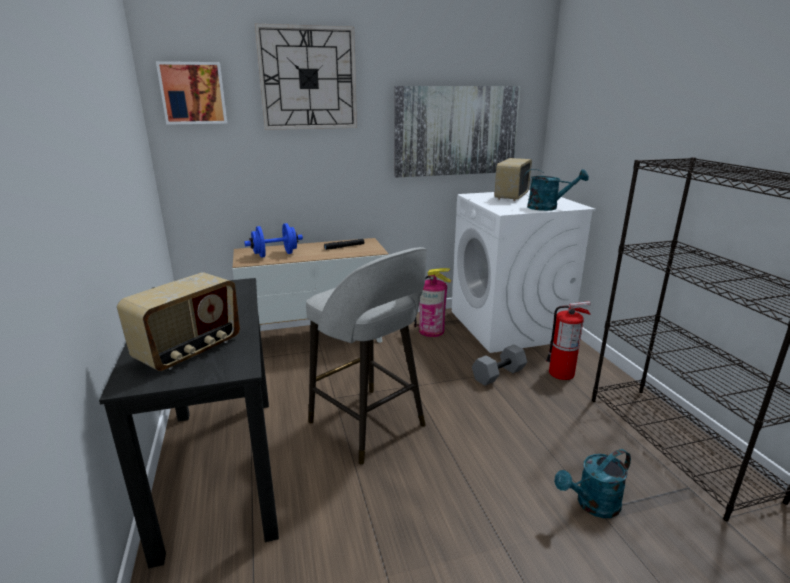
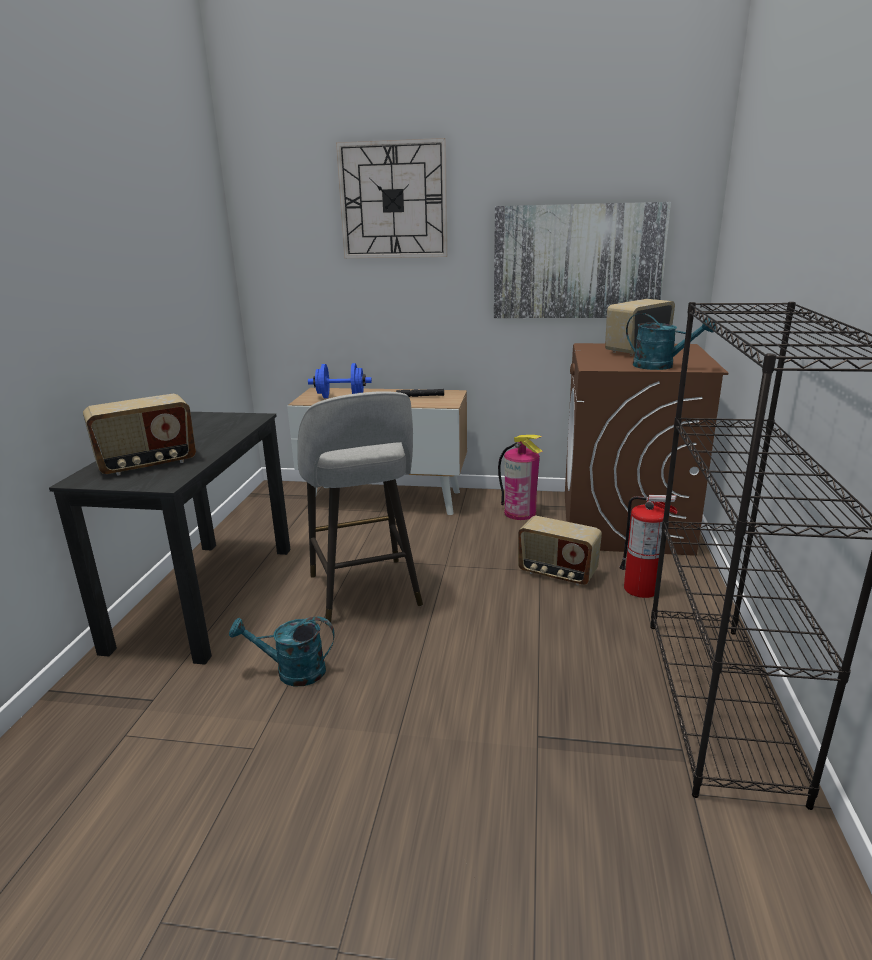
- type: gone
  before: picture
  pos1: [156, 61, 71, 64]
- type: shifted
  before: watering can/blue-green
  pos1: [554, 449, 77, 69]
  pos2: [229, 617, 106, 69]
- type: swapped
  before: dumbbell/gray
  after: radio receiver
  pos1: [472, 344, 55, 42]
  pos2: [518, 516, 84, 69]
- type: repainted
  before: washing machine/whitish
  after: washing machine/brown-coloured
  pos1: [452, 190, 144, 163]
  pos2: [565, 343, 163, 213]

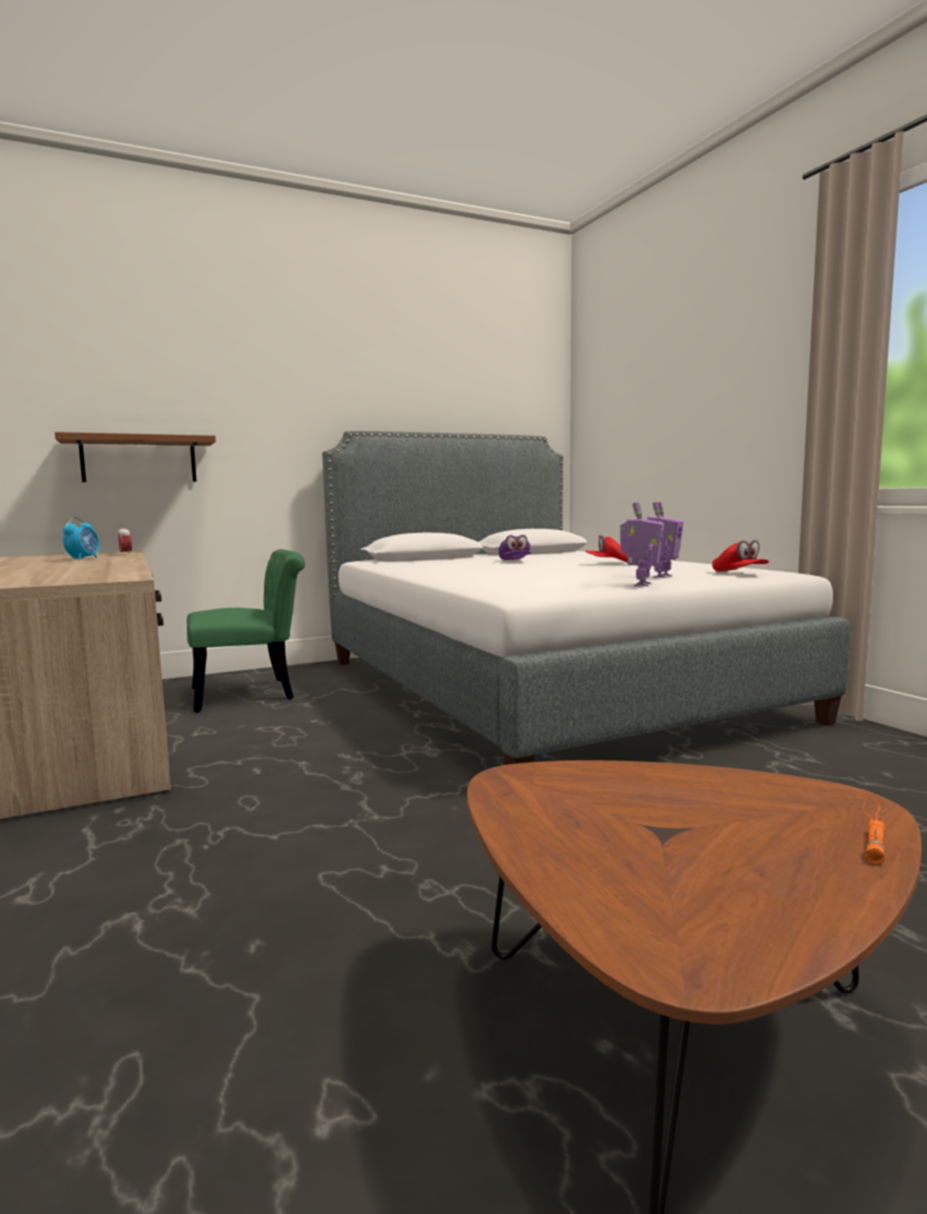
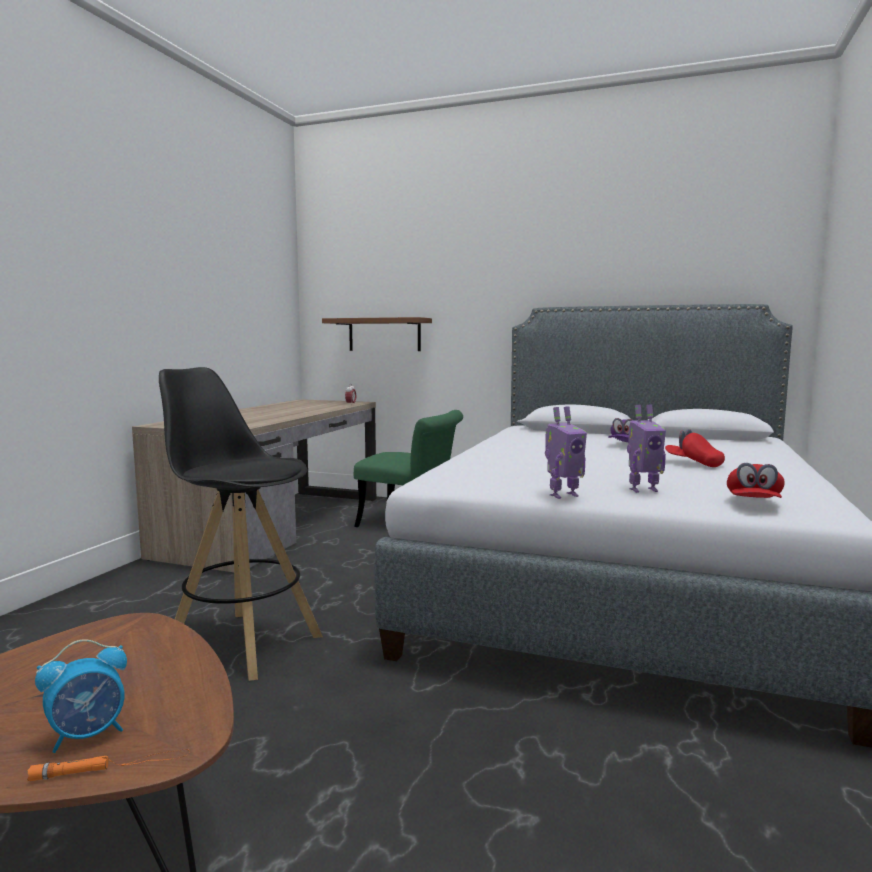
- type: new
  after: stool/blackish
  pos2: [159, 367, 164, 314]
- type: shifted
  before: table clock
  pos1: [63, 517, 36, 43]
  pos2: [35, 639, 92, 114]

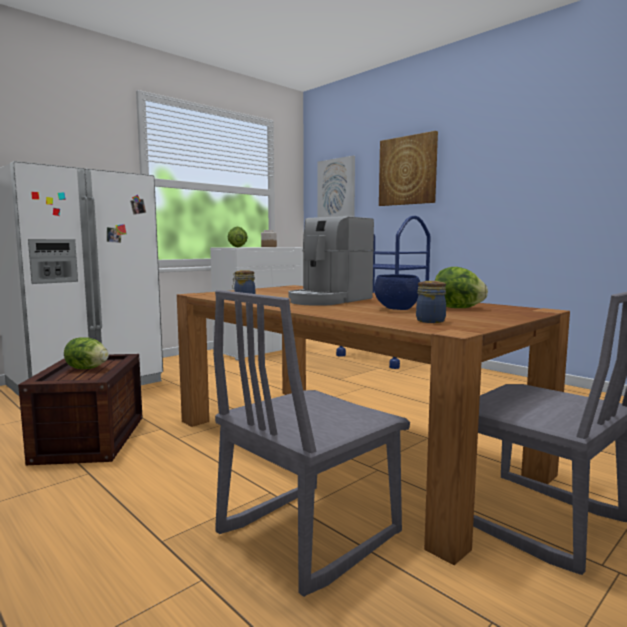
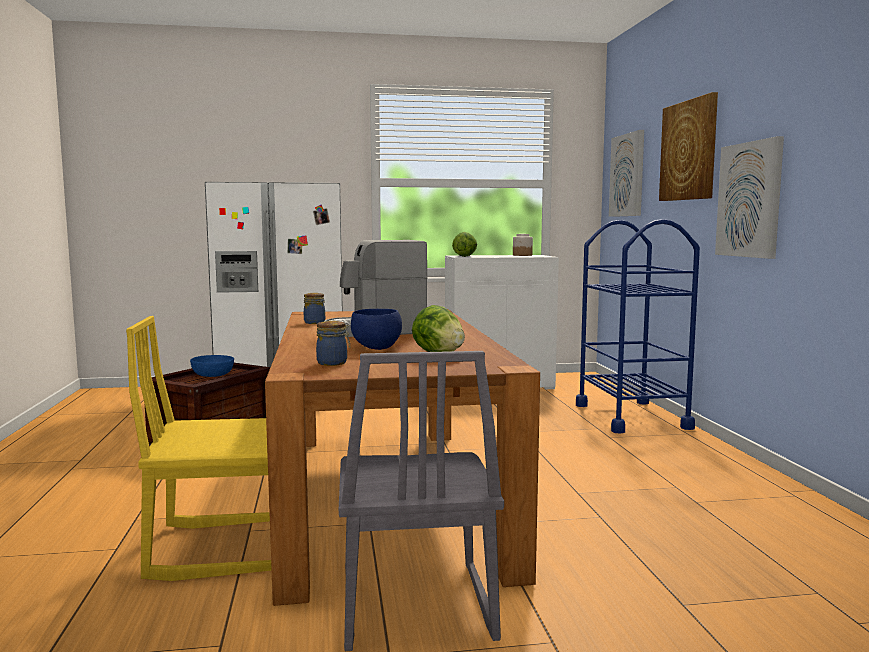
- type: new
  after: picture
  pos2: [715, 136, 69, 123]
- type: swapped
  before: lettuce
  after: deep dish/blue
  pos1: [64, 337, 45, 32]
  pos2: [190, 355, 44, 22]
- type: repainted
  before: chair/gray
  after: chair/yellowish
  pos1: [213, 290, 197, 307]
  pos2: [126, 316, 146, 265]

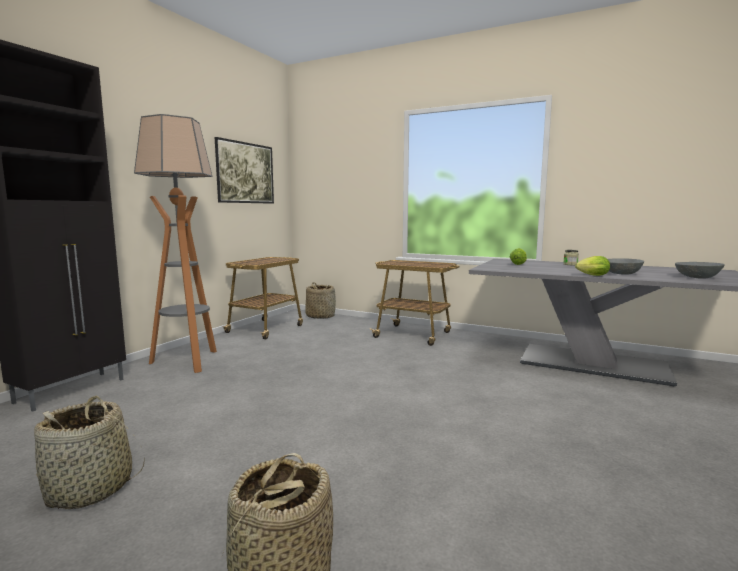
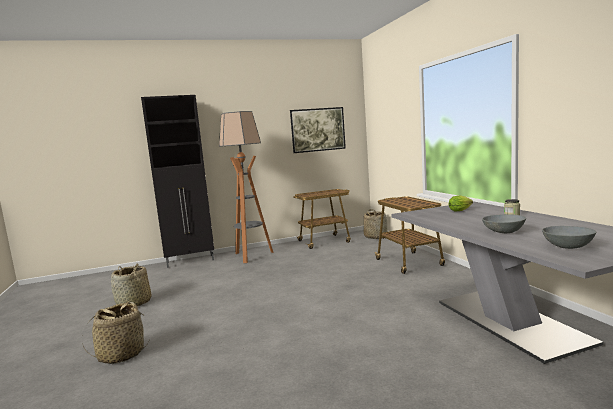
- type: gone
  before: lettuce
  pos1: [575, 256, 35, 20]

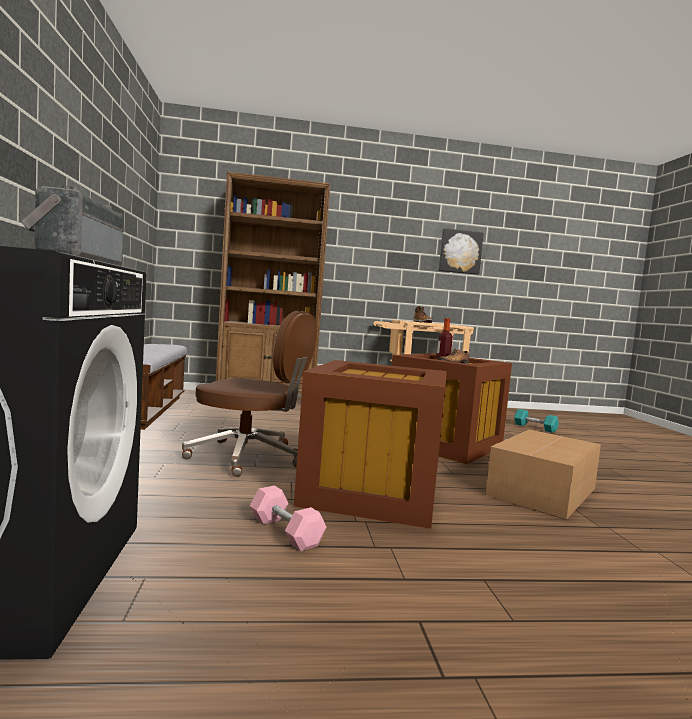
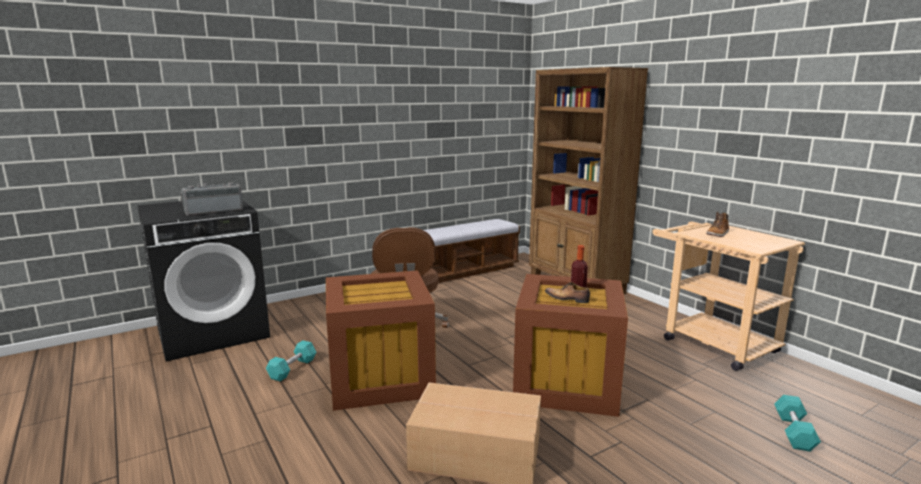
- type: gone
  before: picture
  pos1: [439, 228, 45, 47]
- type: repainted
  before: dumbbell/pink-coloured
  after: dumbbell/blue-green
  pos1: [250, 485, 77, 66]
  pos2: [266, 340, 51, 42]

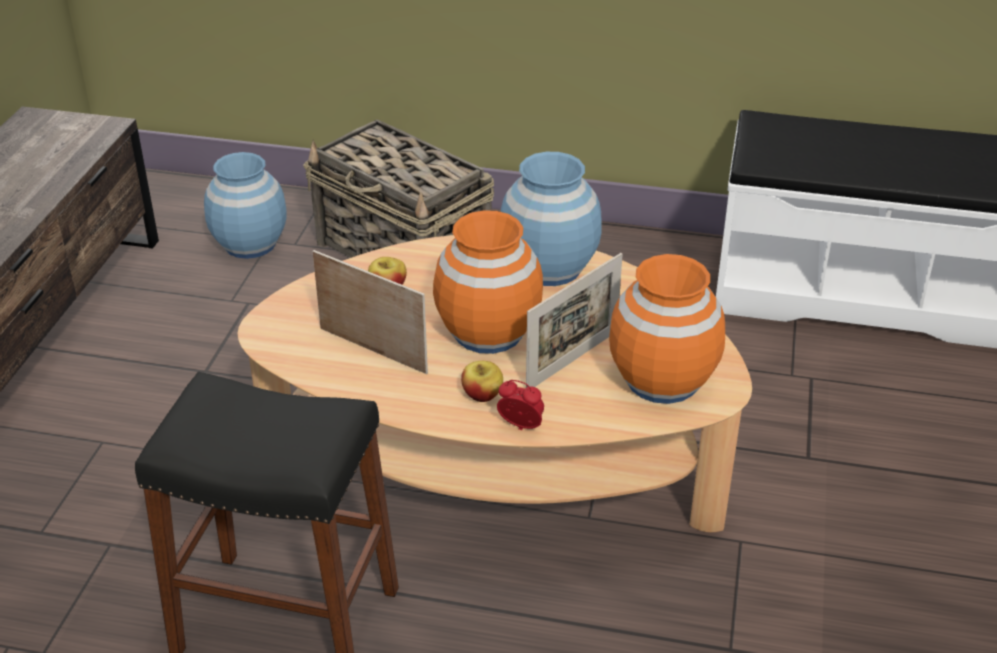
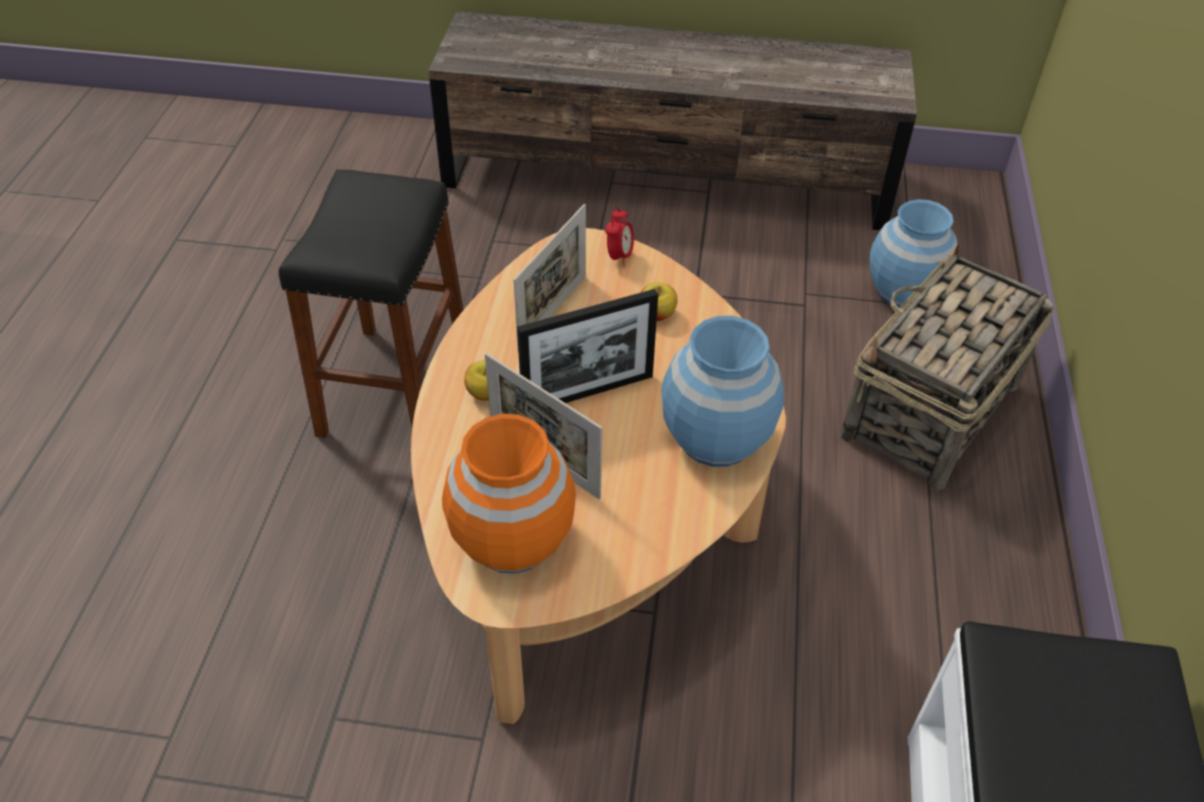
- type: shifted
  before: table clock
  pos1: [497, 380, 47, 50]
  pos2: [605, 207, 29, 60]
- type: swapped
  before: decorative vase/orangey
  after: photo frame
  pos1: [433, 210, 110, 144]
  pos2: [517, 289, 141, 114]

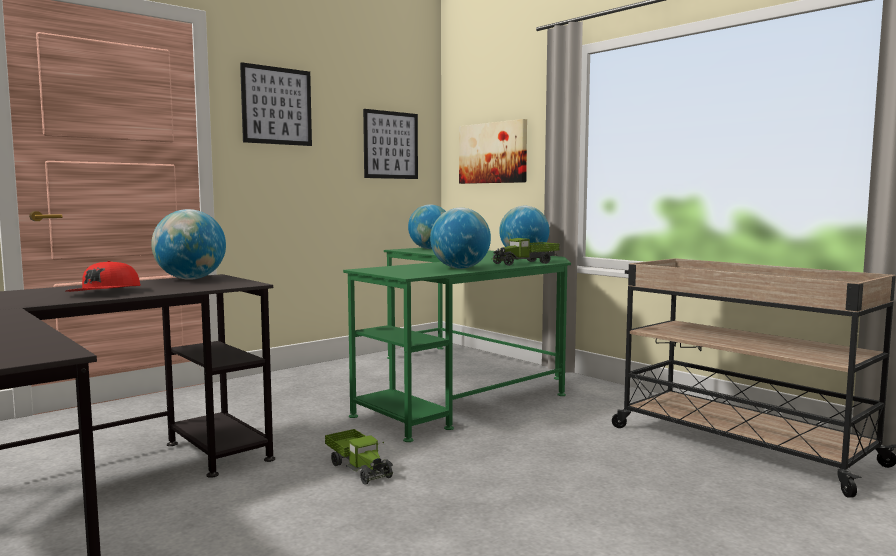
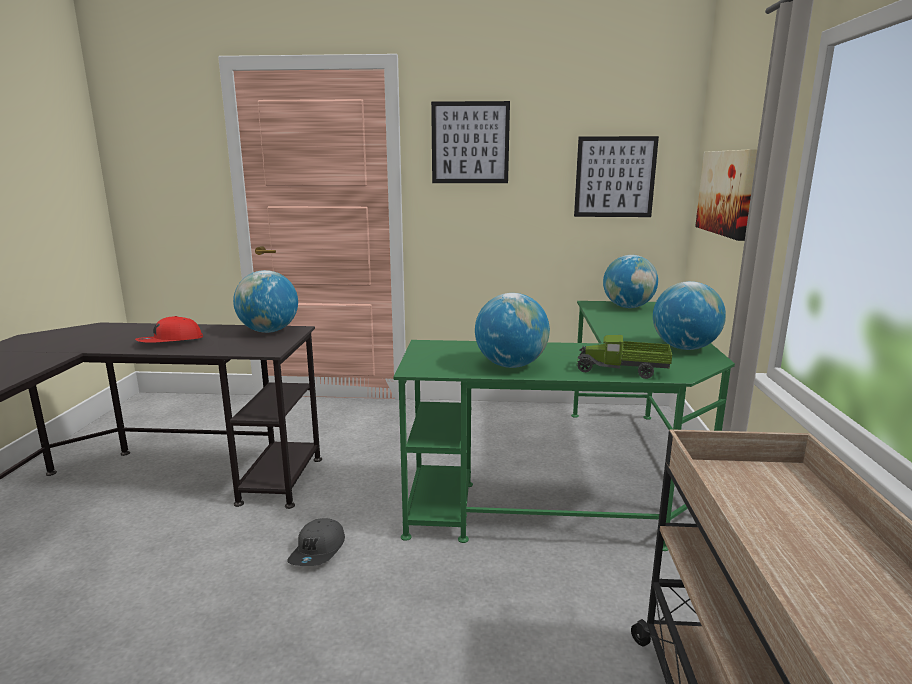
- type: swapped
  before: model truck
  after: baseball cap/gray
  pos1: [325, 429, 68, 56]
  pos2: [287, 518, 58, 48]

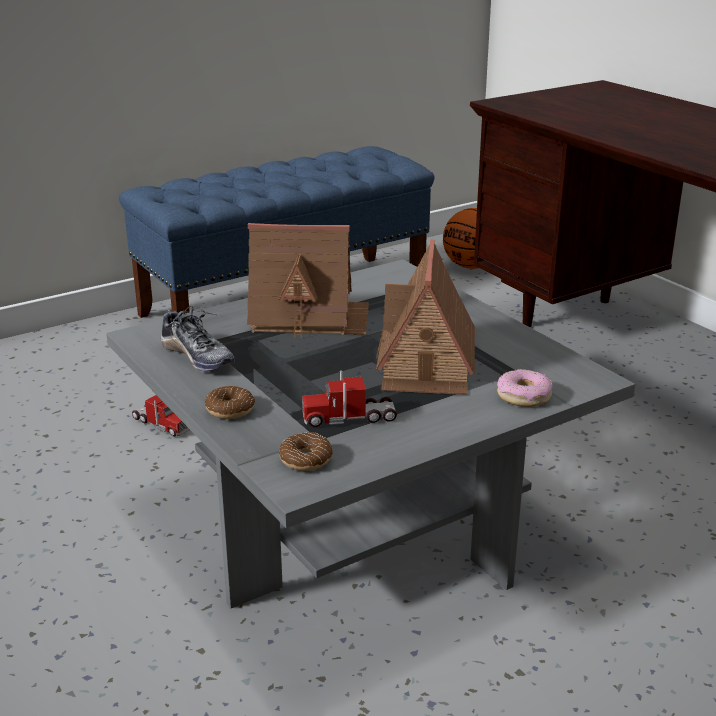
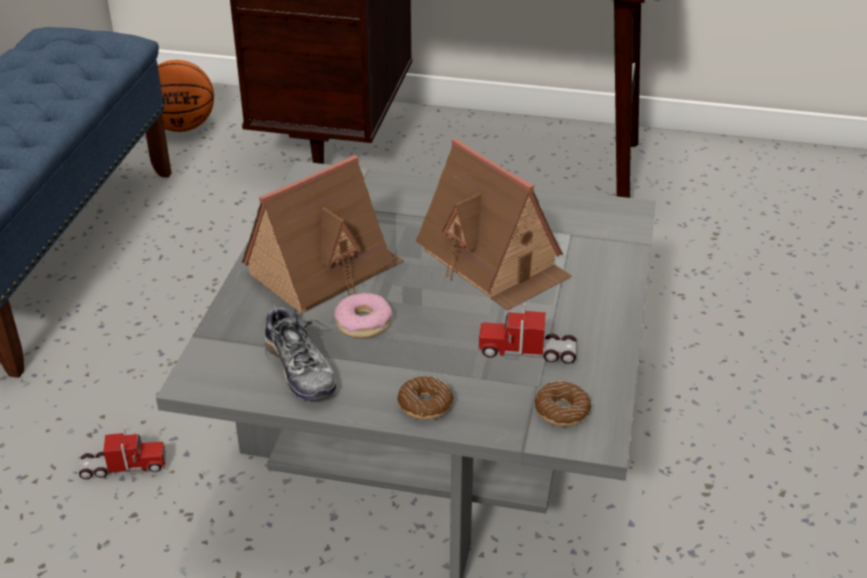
- type: shifted
  before: ring doughnut
  pos1: [497, 369, 56, 38]
  pos2: [334, 293, 59, 45]
- type: rotated
  before: low shoe
  pos1: [161, 306, 74, 66]
  pos2: [264, 302, 72, 99]
  turn: 60
- type: rotated
  before: model truck
  pos1: [302, 370, 95, 57]
  pos2: [479, 303, 98, 61]
  turn: 60

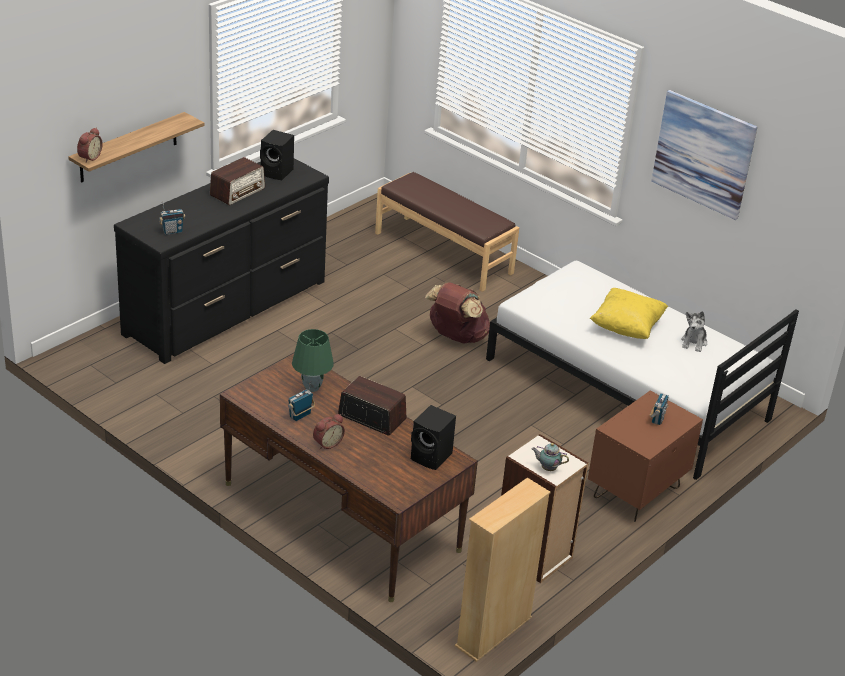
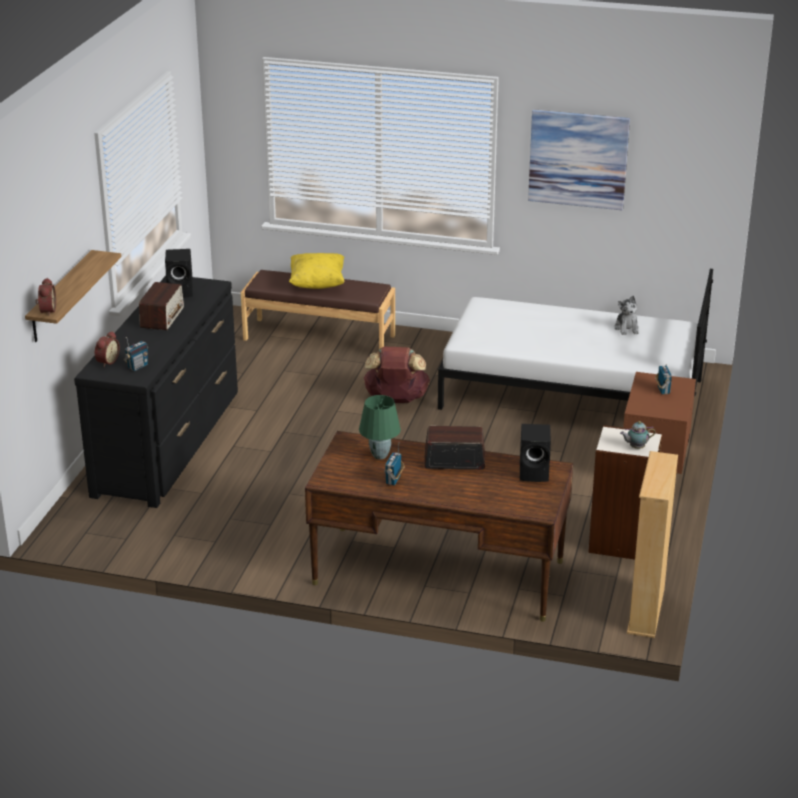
- type: shifted
  before: table clock
  pos1: [313, 414, 32, 35]
  pos2: [95, 331, 25, 36]
- type: shifted
  before: pillow/yellowish
  pos1: [590, 288, 78, 51]
  pos2: [289, 253, 55, 36]

